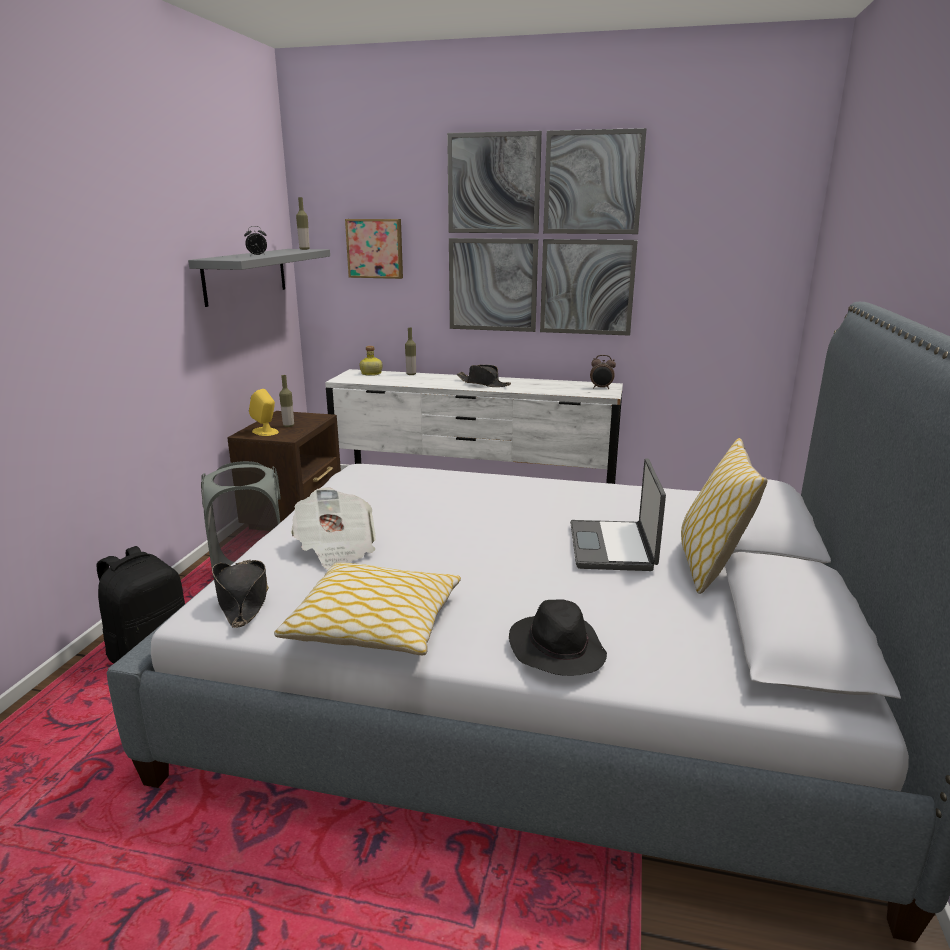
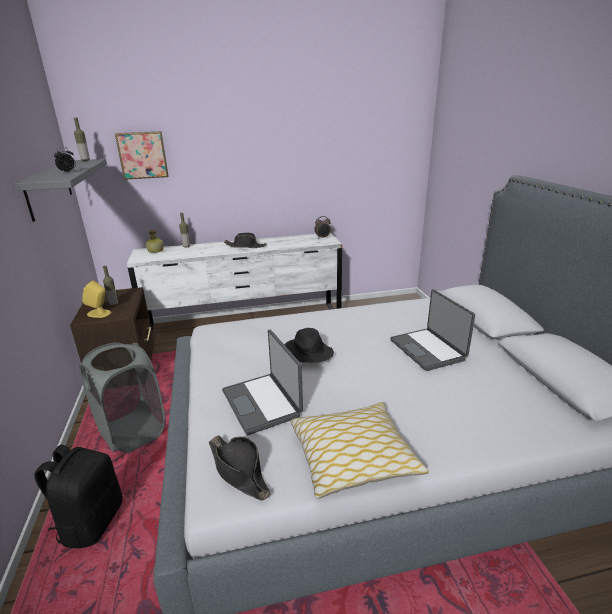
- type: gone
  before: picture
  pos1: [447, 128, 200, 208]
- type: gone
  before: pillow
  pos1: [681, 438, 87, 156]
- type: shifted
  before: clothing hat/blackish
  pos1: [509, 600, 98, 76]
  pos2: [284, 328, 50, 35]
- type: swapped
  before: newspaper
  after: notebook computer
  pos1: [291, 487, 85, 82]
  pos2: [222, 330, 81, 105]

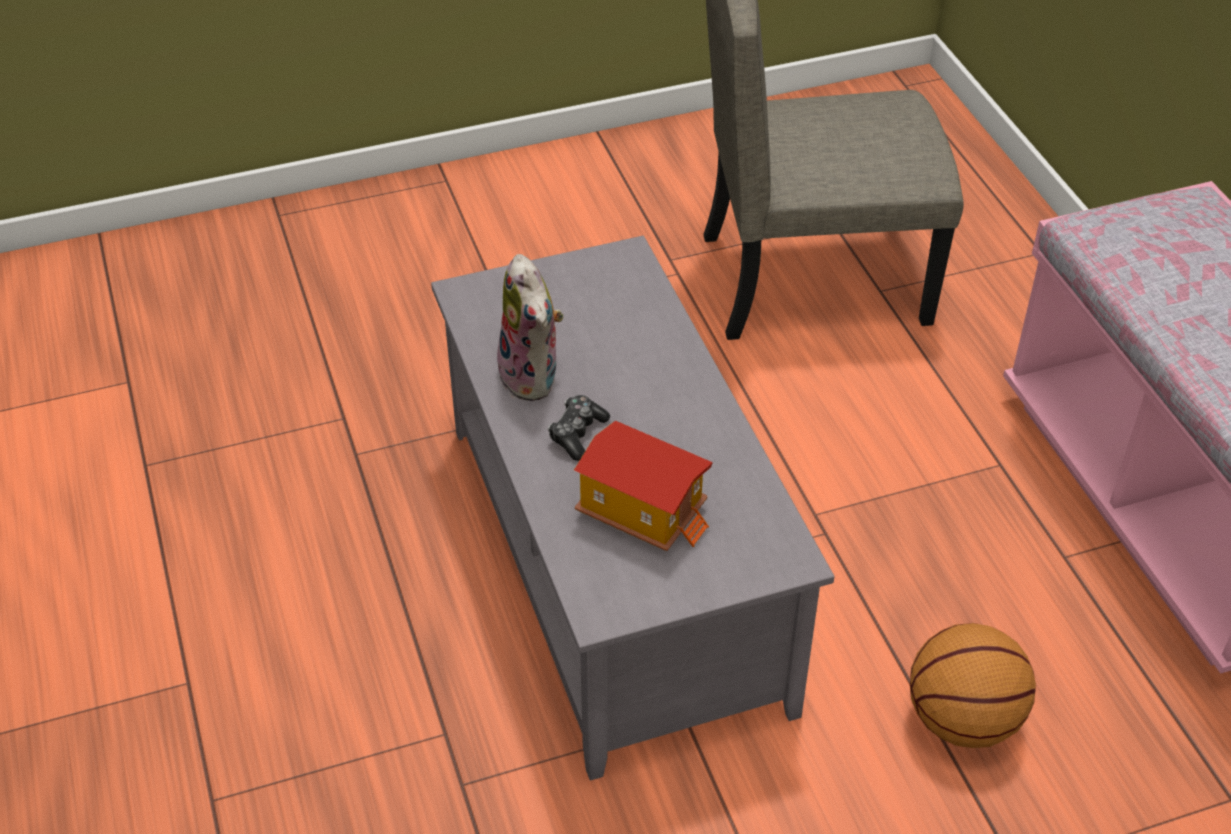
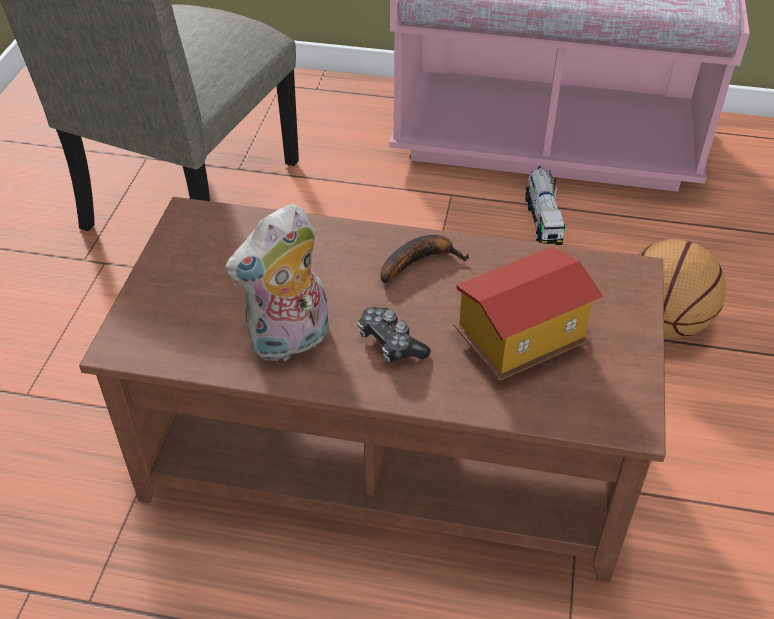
- type: new
  after: banana fruit
  pos2: [380, 235, 89, 48]
- type: new
  after: model truck
  pos2: [525, 166, 41, 79]
- type: repainted
  before: lounge table/gray
  after: lounge table/brown-coloured
  pos1: [431, 236, 403, 545]
  pos2: [79, 197, 587, 385]
- type: rotated
  before: soft toy
  pos1: [495, 254, 68, 147]
  pos2: [225, 204, 104, 159]
  turn: 135

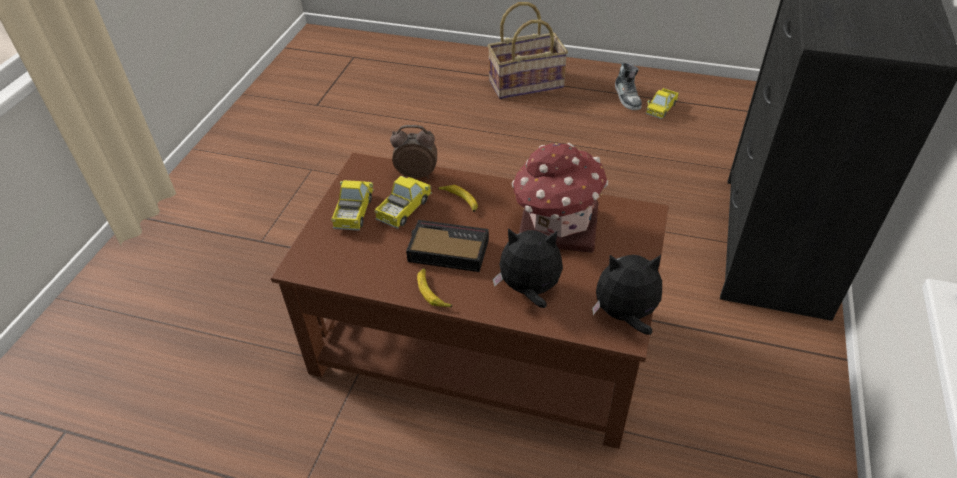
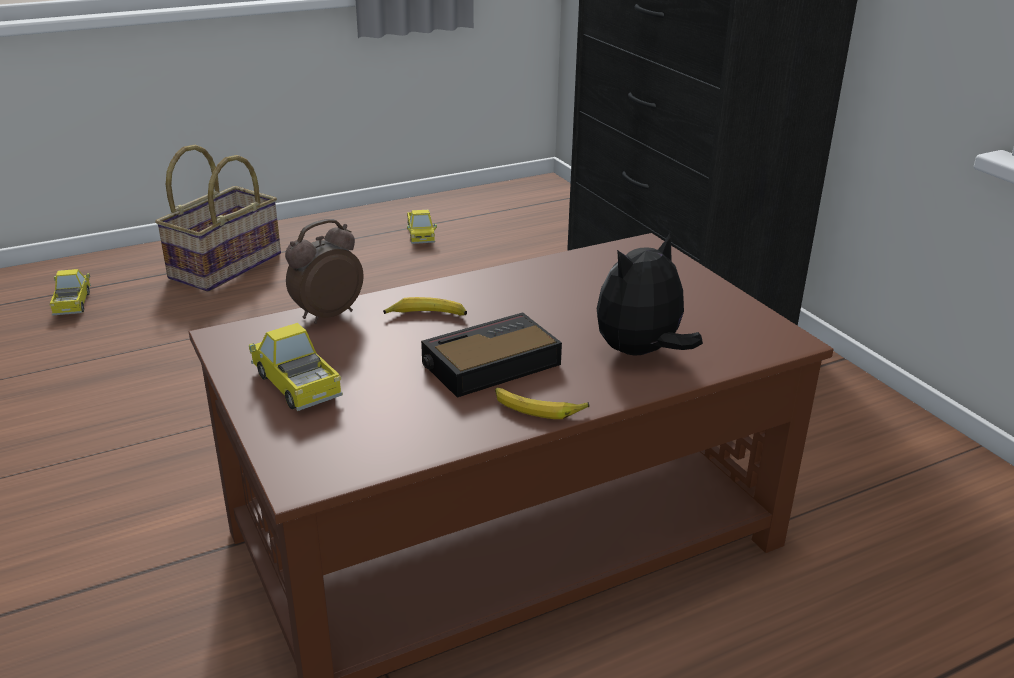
- type: gone
  before: toy house
  pos1: [512, 142, 96, 111]
- type: gone
  before: soft toy
  pos1: [592, 255, 70, 80]
- type: gone
  before: low shoe
  pos1: [615, 63, 27, 47]
- type: shifted
  before: model truck
  pos1: [374, 176, 58, 53]
  pos2: [49, 269, 42, 47]

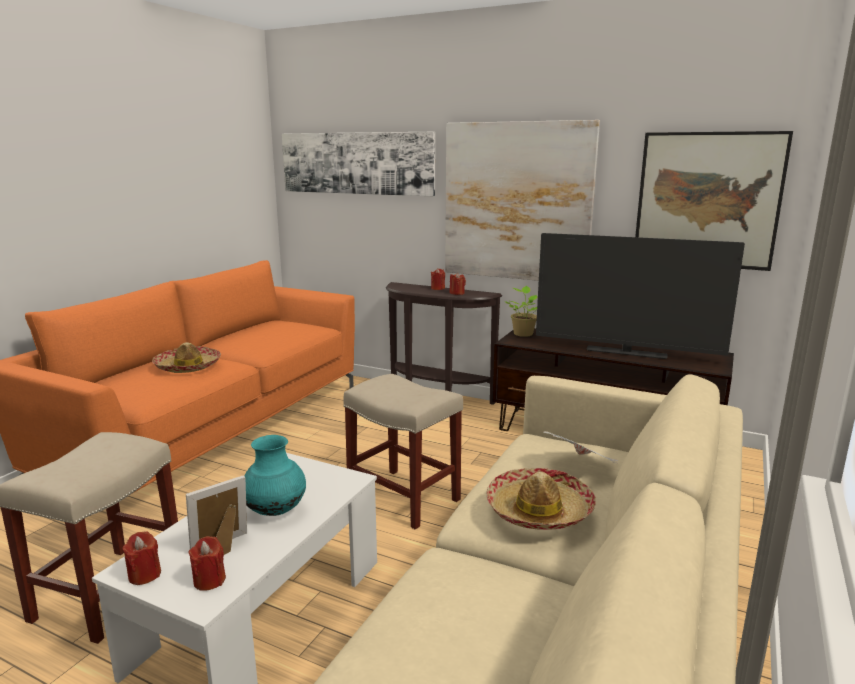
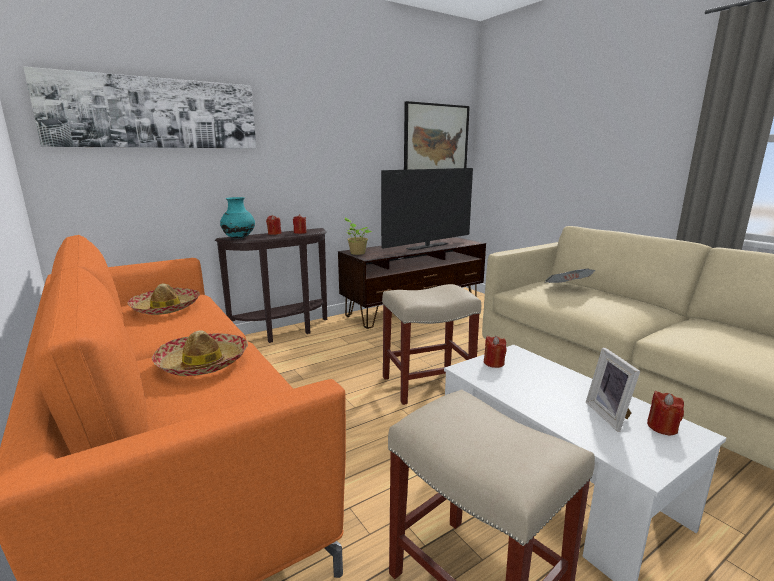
- type: gone
  before: picture
  pos1: [445, 120, 155, 161]
- type: shifted
  before: candle/red
  pos1: [123, 531, 38, 54]
  pos2: [484, 336, 23, 32]
- type: shifted
  before: decorative vase/blue-green
  pos1: [244, 435, 62, 81]
  pos2: [220, 197, 35, 41]
- type: shifted
  before: clothing hat
  pos1: [487, 468, 109, 62]
  pos2: [128, 284, 72, 31]

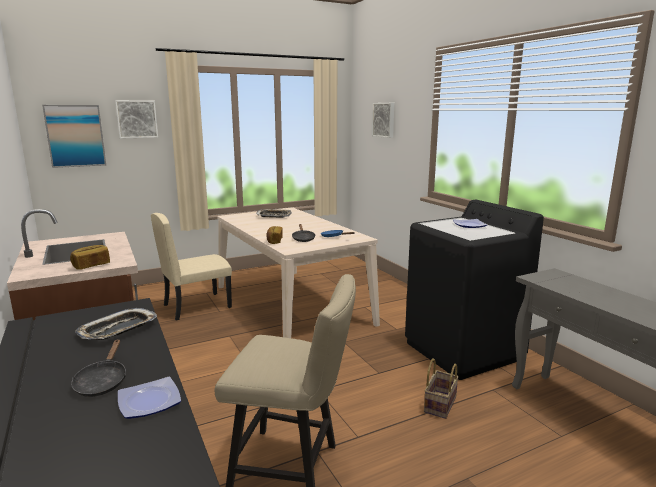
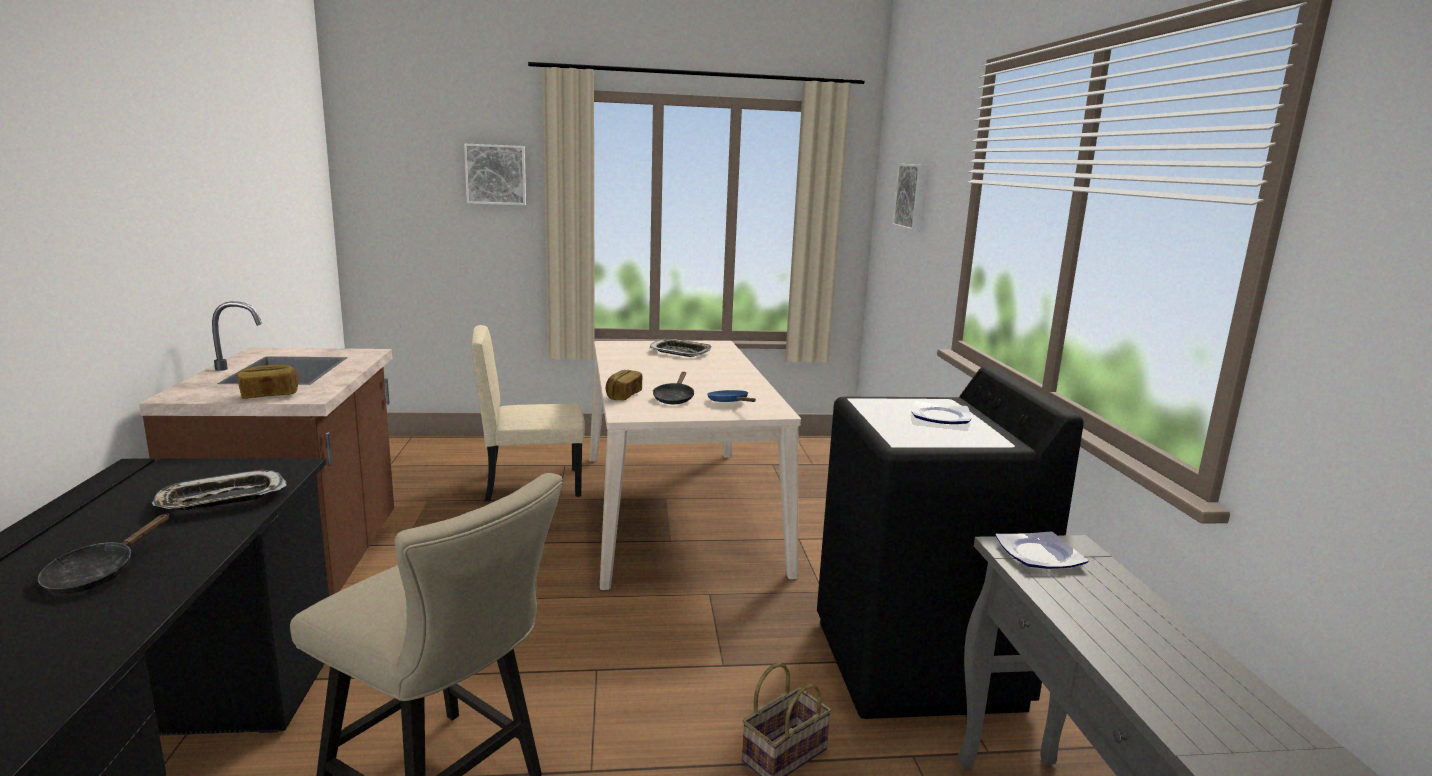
- type: gone
  before: picture
  pos1: [42, 105, 64, 63]
- type: shifted
  before: flat dish
  pos1: [118, 377, 63, 42]
  pos2: [995, 531, 94, 38]

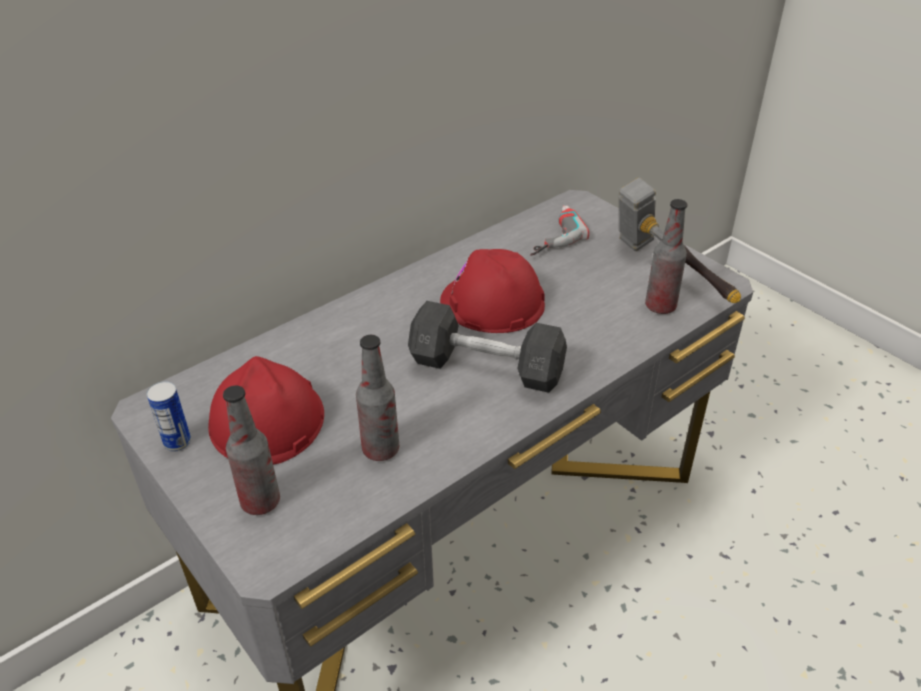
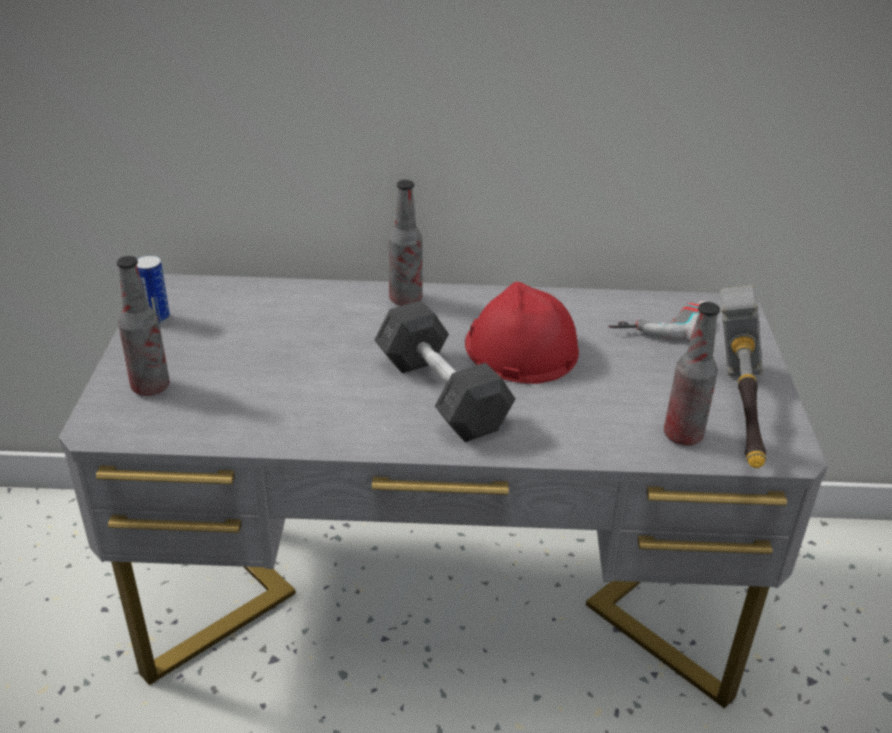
- type: gone
  before: work helmet/red
  pos1: [208, 356, 116, 109]
- type: shifted
  before: bottle
  pos1: [356, 335, 43, 126]
  pos2: [389, 180, 33, 126]

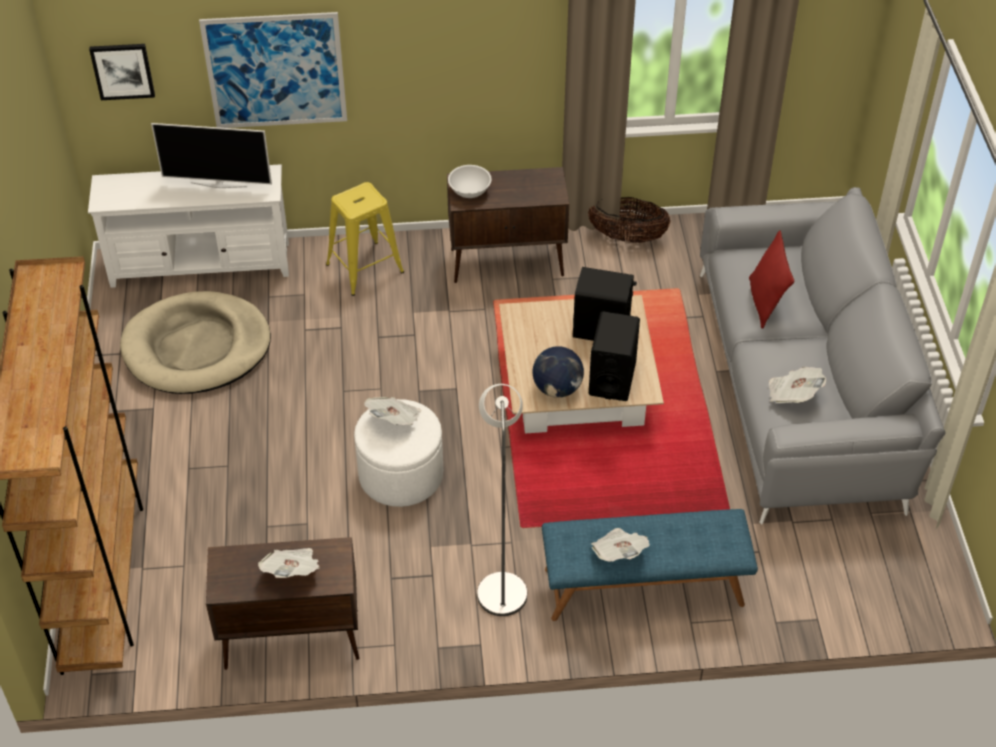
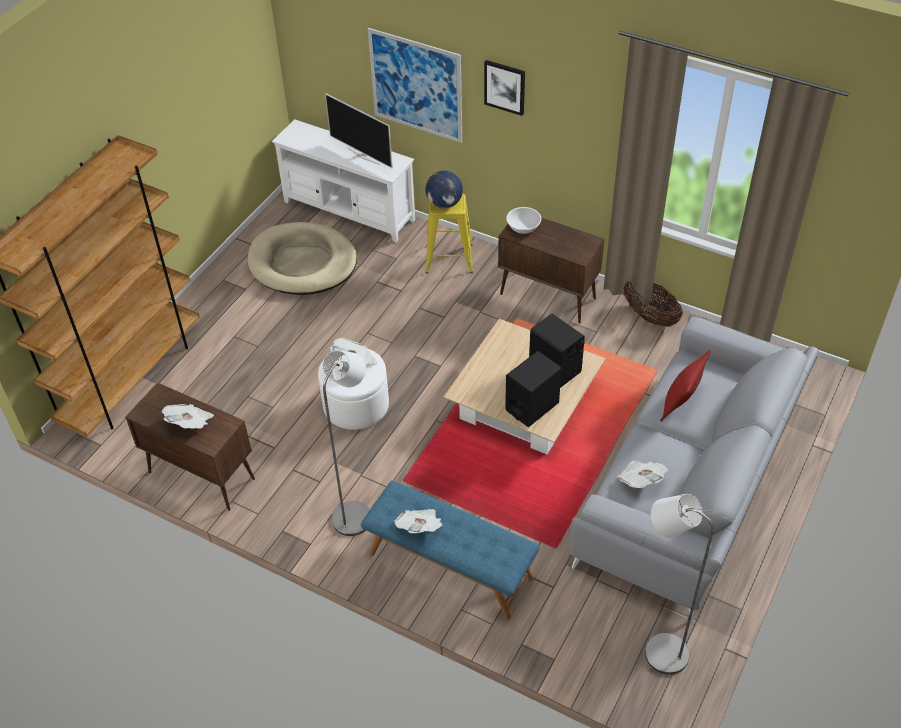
- type: new
  after: floor lamp/gray
  pos2: [645, 494, 69, 181]
- type: shifted
  before: picture
  pos1: [89, 44, 66, 56]
  pos2: [484, 60, 41, 56]
- type: shifted
  before: world globe
  pos1: [533, 347, 51, 51]
  pos2: [425, 171, 38, 38]

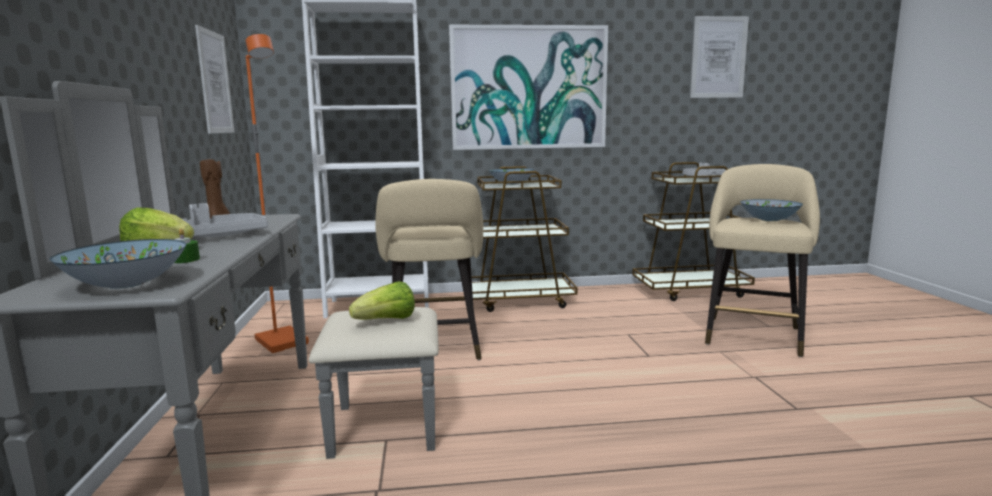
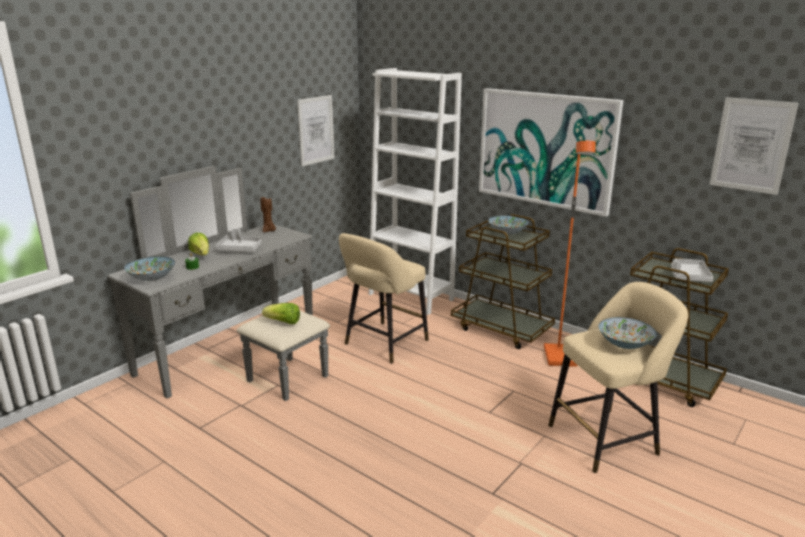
- type: shifted
  before: floor lamp/orangey
  pos1: [246, 34, 63, 319]
  pos2: [544, 141, 52, 226]

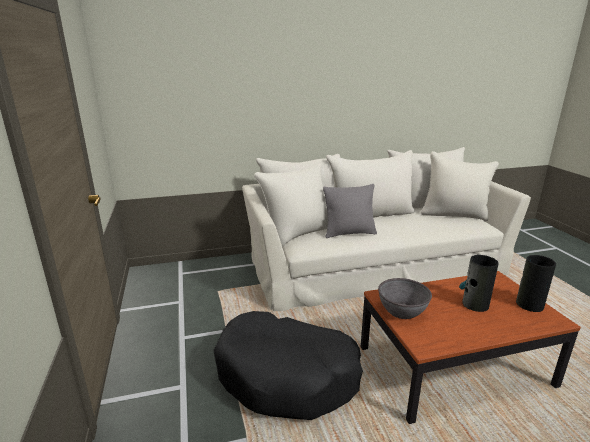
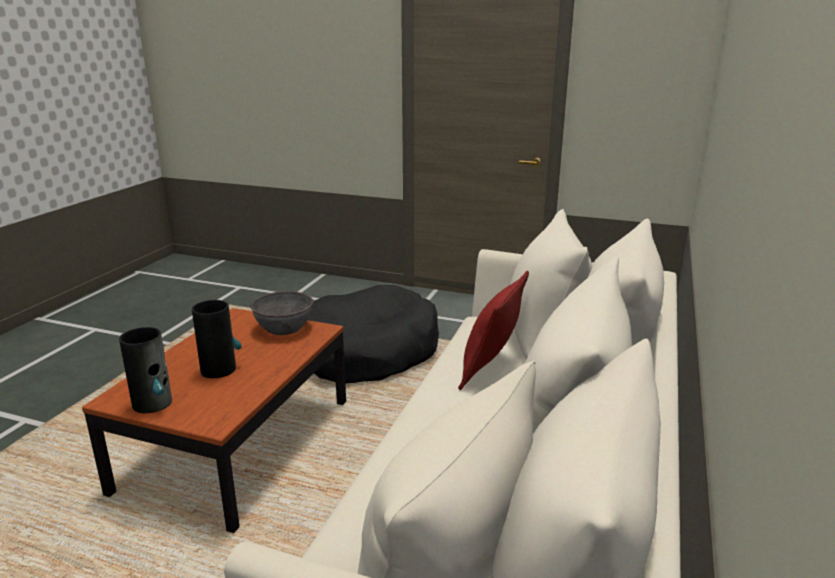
- type: repainted
  before: pillow/gray
  after: pillow/red
  pos1: [323, 184, 54, 54]
  pos2: [458, 271, 71, 119]

